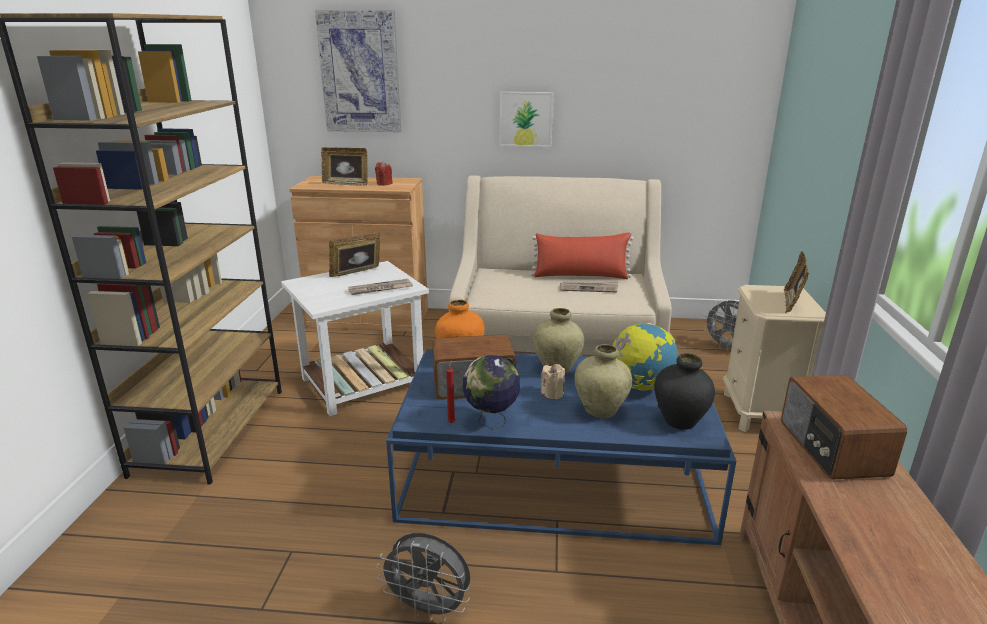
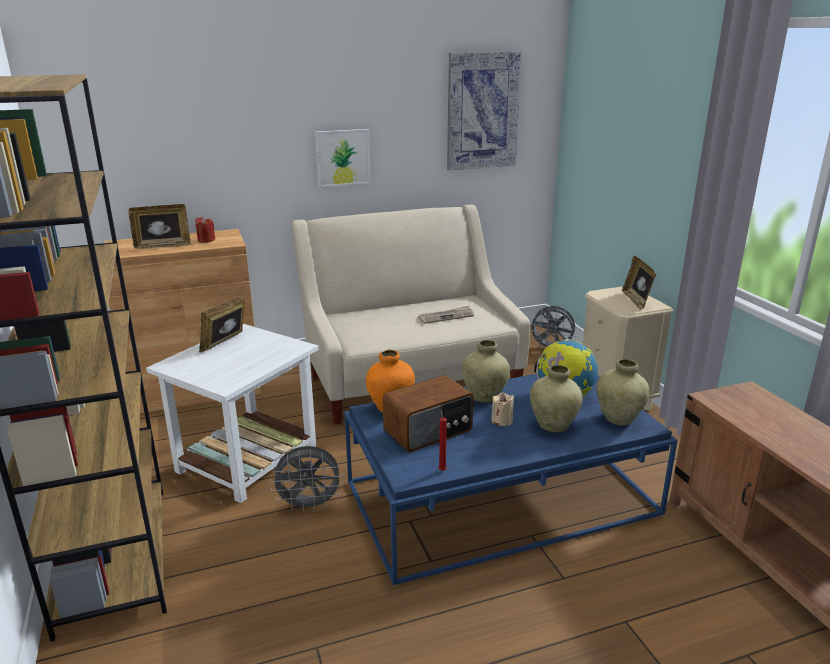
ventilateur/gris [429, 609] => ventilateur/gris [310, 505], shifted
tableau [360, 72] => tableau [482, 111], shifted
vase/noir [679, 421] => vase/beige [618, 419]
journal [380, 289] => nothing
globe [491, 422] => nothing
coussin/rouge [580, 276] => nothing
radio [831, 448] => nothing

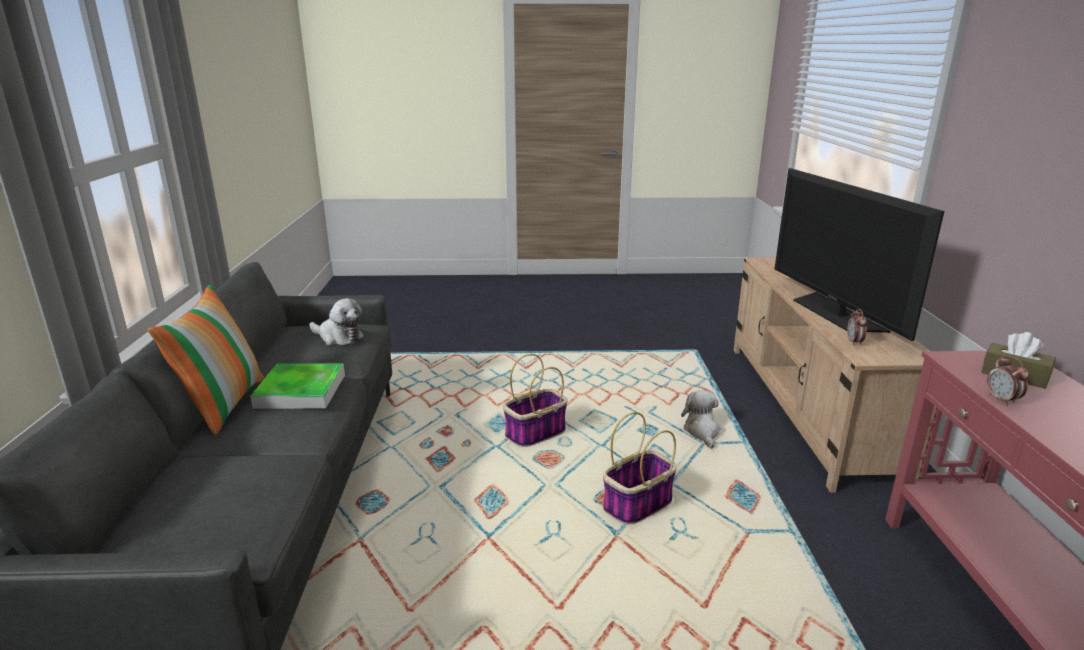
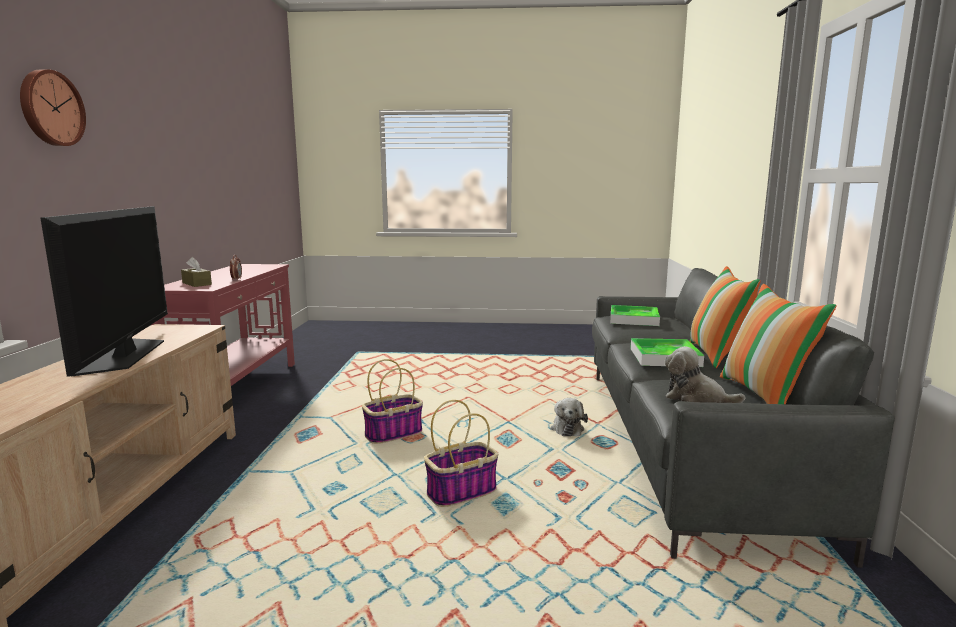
nothing => horloge murale [50, 108]
peluche [702, 432] => peluche [567, 429], shifted
nothing => plateau [633, 319]
nothing => coussin [765, 395]
réveil [854, 342] => nothing

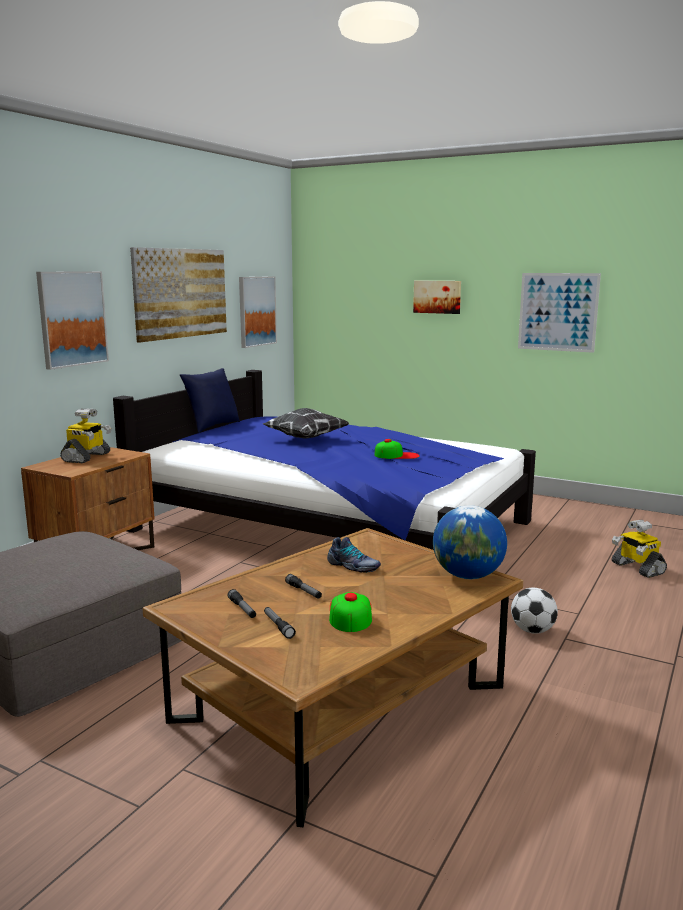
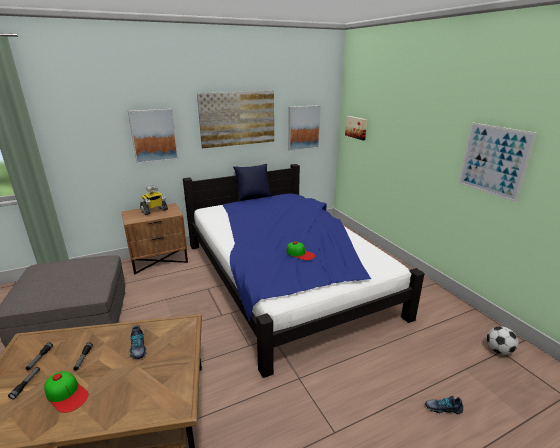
casquette [350, 613] => casquette [66, 394], 90 degrees clockwise
tableau [437, 297] => tableau [356, 127], shifted
robot jouet [637, 568] => chaussure [443, 408]
ballon de foot [532, 630] => ballon de foot [499, 350], shifted
coussin [306, 438] => nothing
globe [467, 576] => nothing

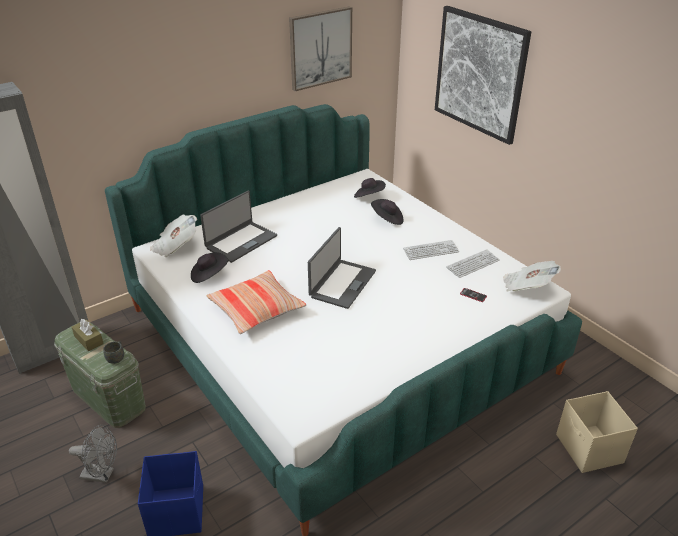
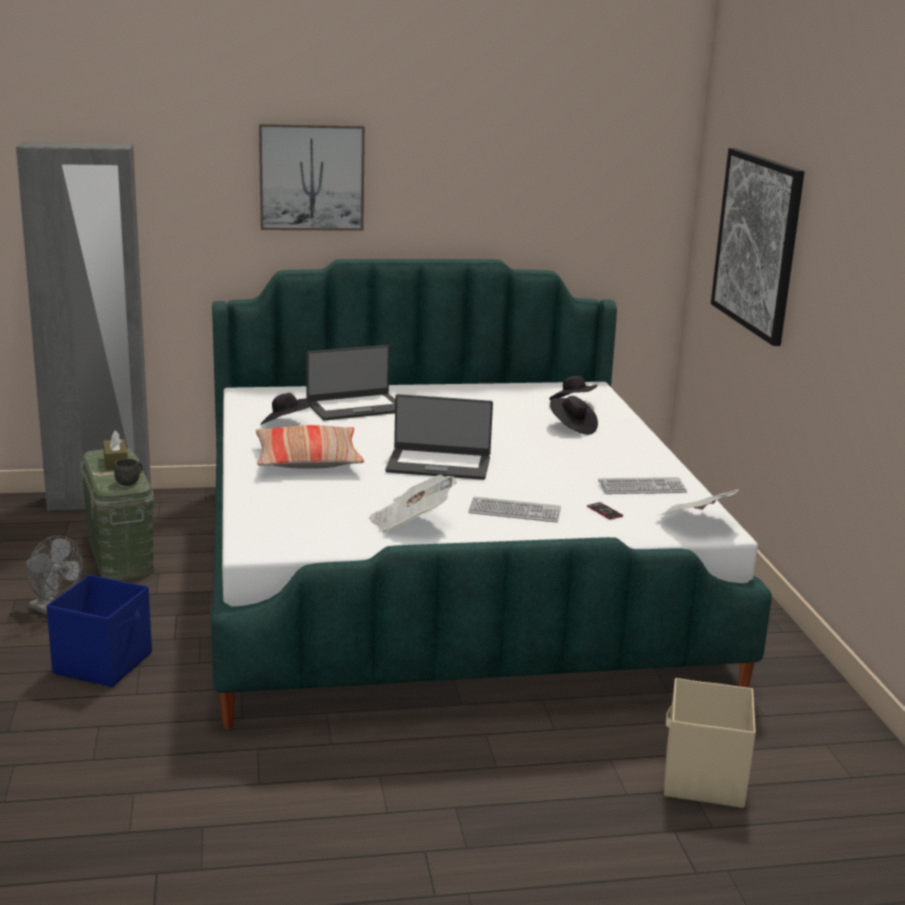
tableau [320, 48] => tableau [311, 177], shifted
journal [175, 246] => journal [410, 523], shifted
ordinateur portable [342, 283] => ordinateur portable [438, 464], 45 degrees clockwise
clavier [430, 251] => clavier [514, 511], shifted

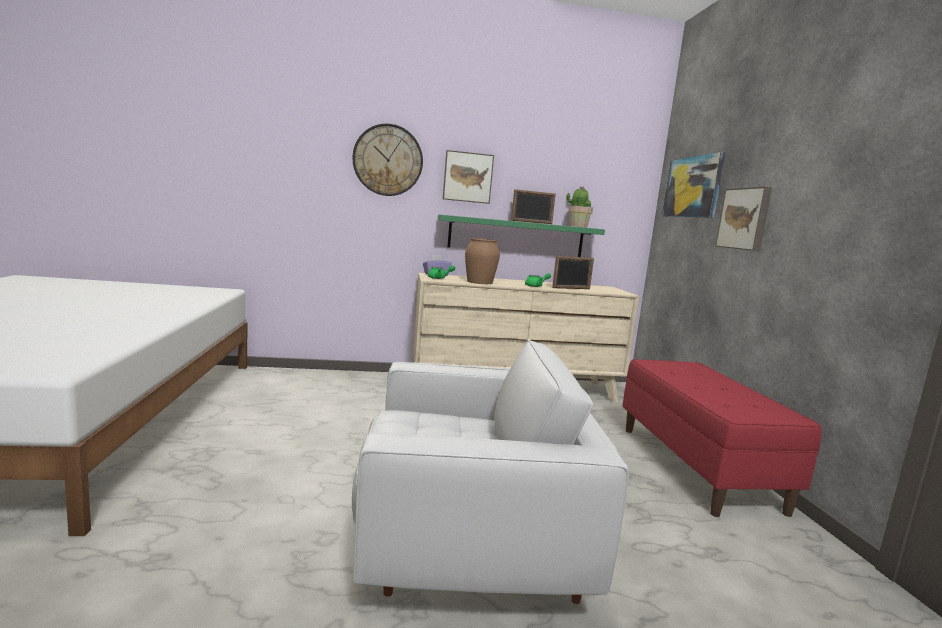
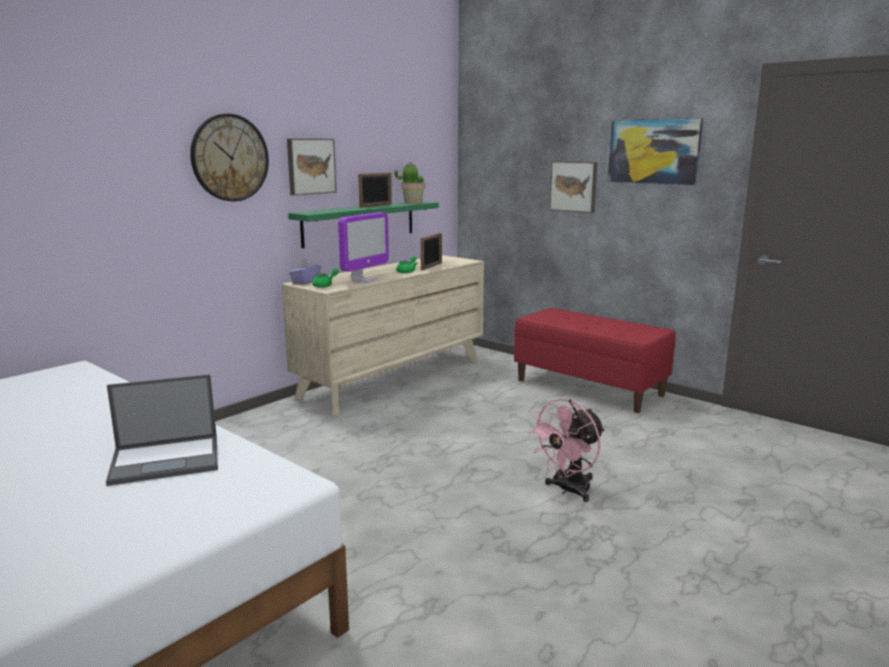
nothing => ordinateur portable [167, 459]
vase/marron [480, 282] => écran d'ordinateur [364, 280]
fauteuil/blanc [467, 544] => ventilateur/rose [568, 490]
tableau [692, 187] => tableau [653, 151], shifted

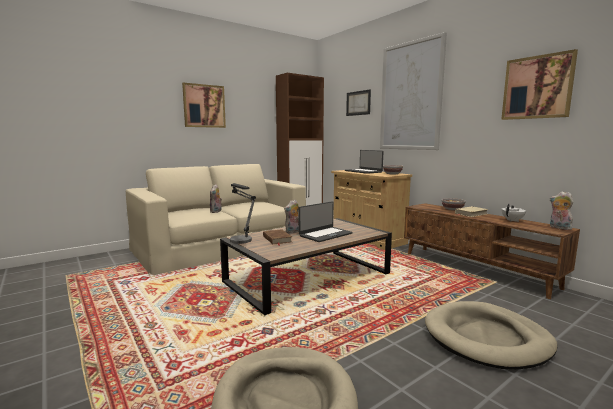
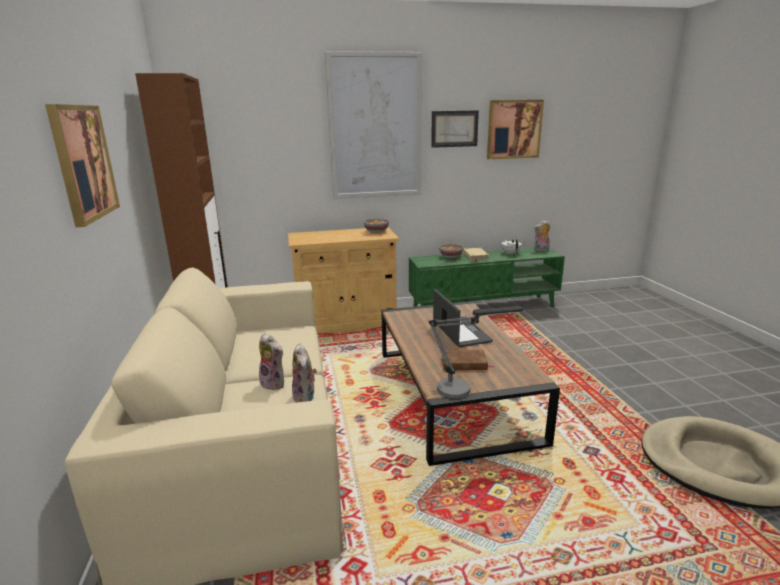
peluche [293, 232] => peluche [306, 397], shifted
meuble télé/marron [476, 269] => meuble télé/vert [483, 307]
tableau [358, 103] => tableau [454, 129], shifted
ordinateur portable [363, 171] => nothing
panier pour chien/beige [486, 338] => nothing

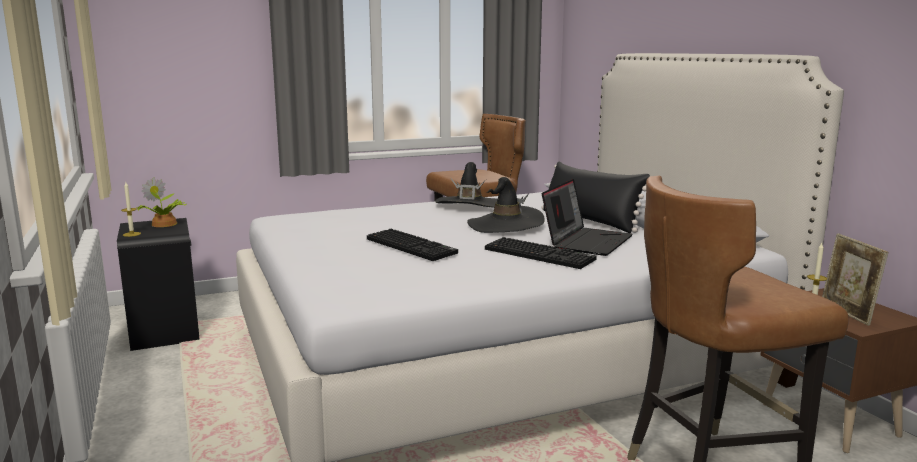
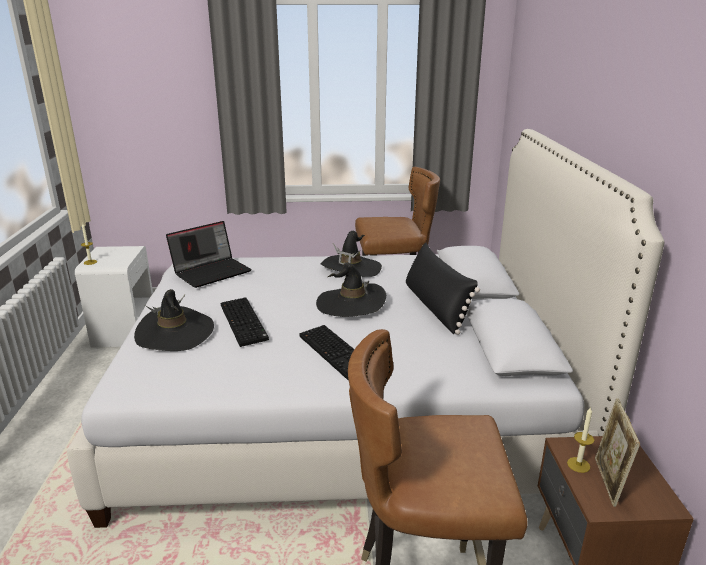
table de chevet/noir [165, 330] => table de chevet/blanc [125, 330]
nothing => chapeau/noir [175, 333]
ordinateur portable [586, 241] => ordinateur portable [212, 271], shifted
plante en pot [164, 224] => nothing

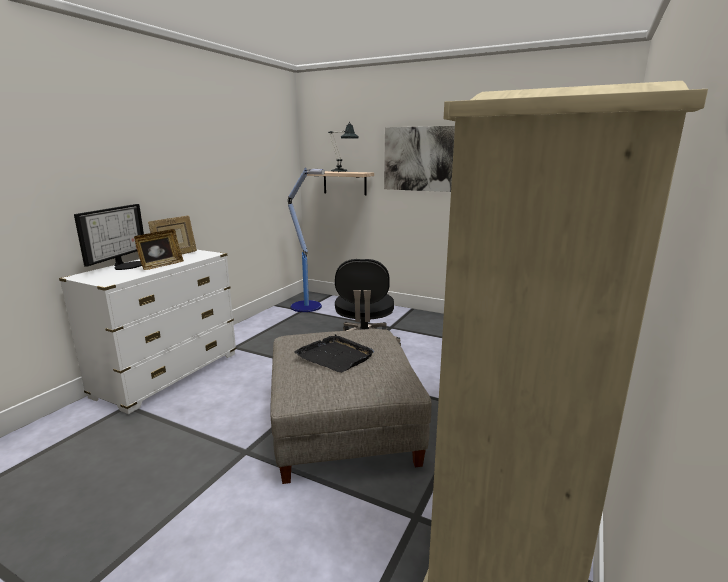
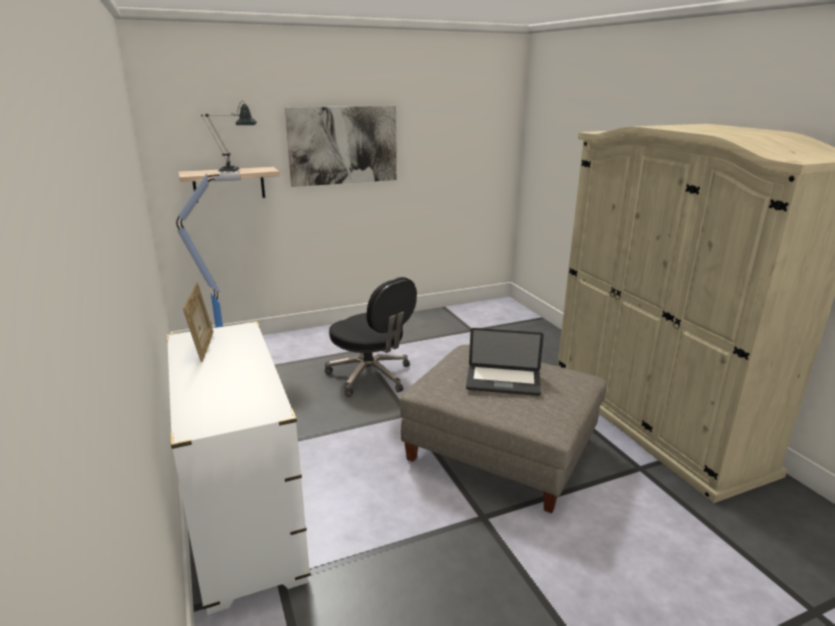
plateau/noir [335, 356] => ordinateur portable [503, 382]
écran d'ordinateur [126, 265] => nothing
cadre photo [161, 265] => nothing

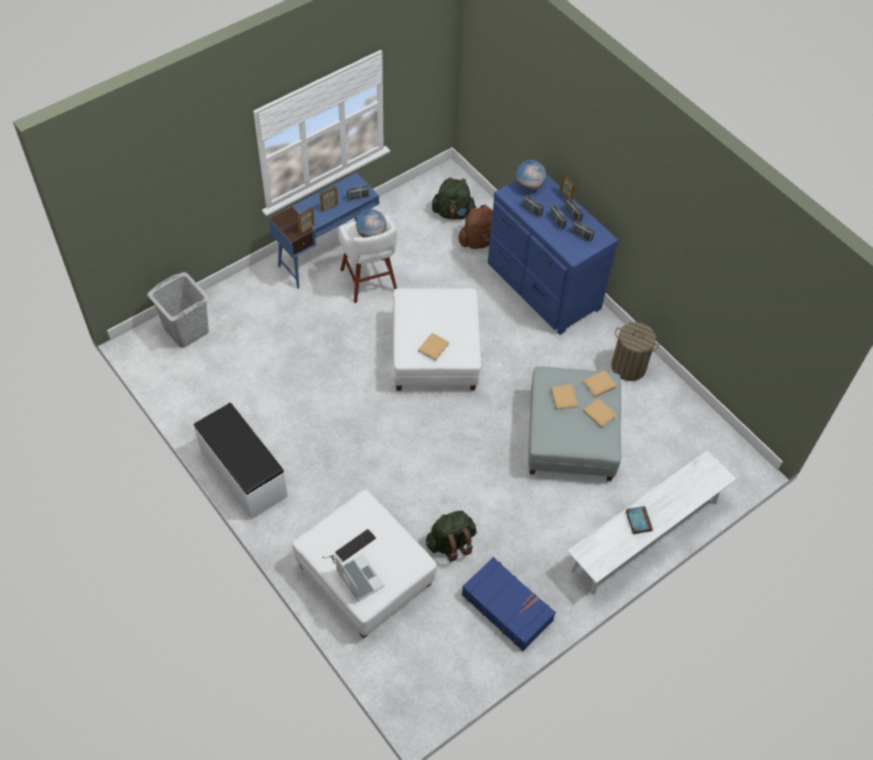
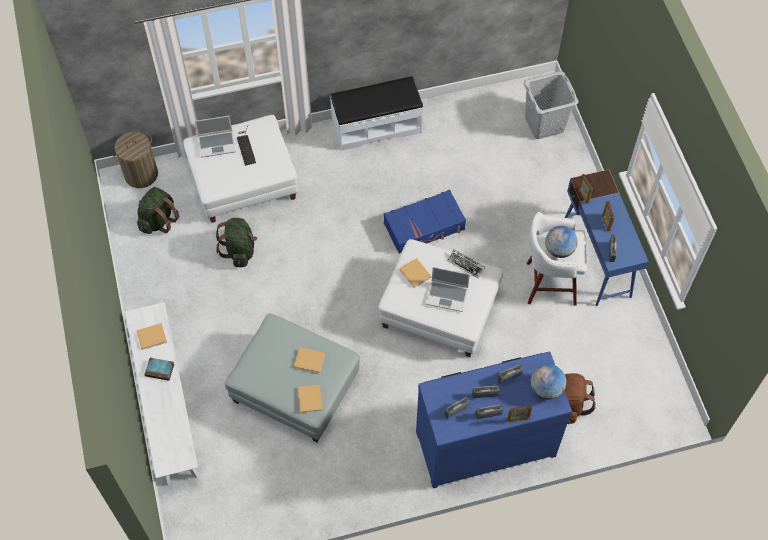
panier à linge [628, 367] => panier à linge [141, 174], shifted
livre/beige [599, 413] => livre/beige [152, 336], shifted
sac à dos/vert [453, 213] => sac à dos/vert [158, 220], shifted
valise/bleu [507, 607] => valise/bleu [424, 227], shifted
nothing => ordinateur portable [447, 296]
nothing => clavier [466, 264]

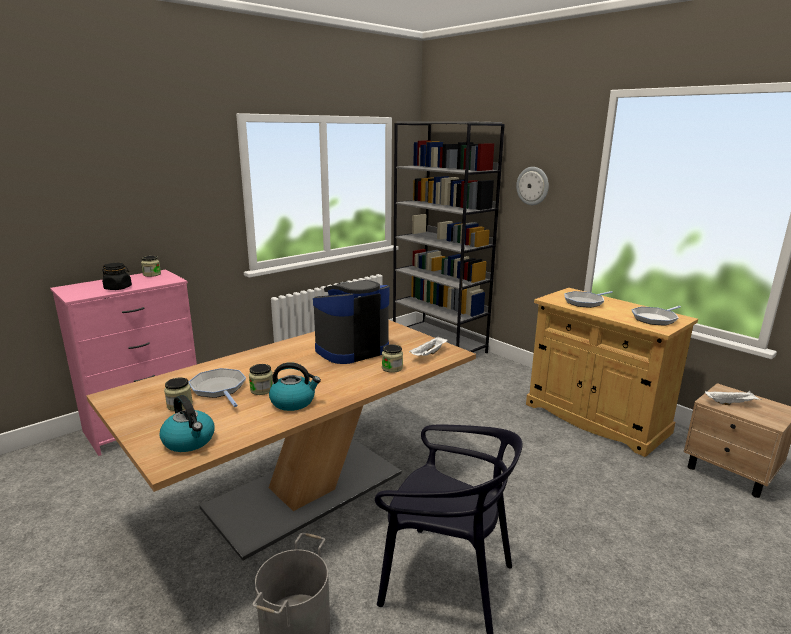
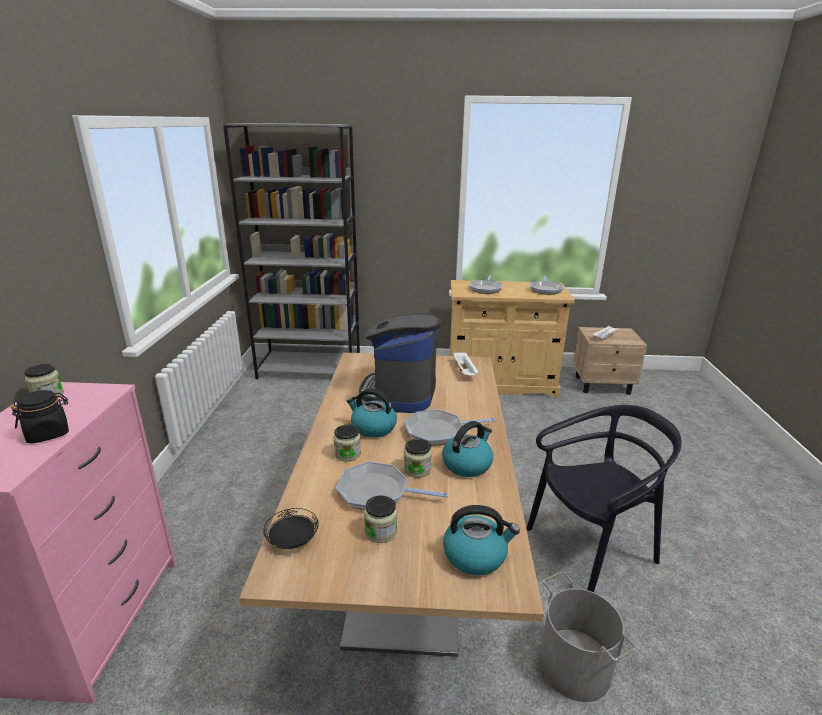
nothing => assiette/noir [292, 540]
bocal [392, 368] => bocal [347, 454], shifted
nothing => bouilloire [373, 427]
nothing => poêle [438, 431]
horloge murale [533, 186] => nothing

